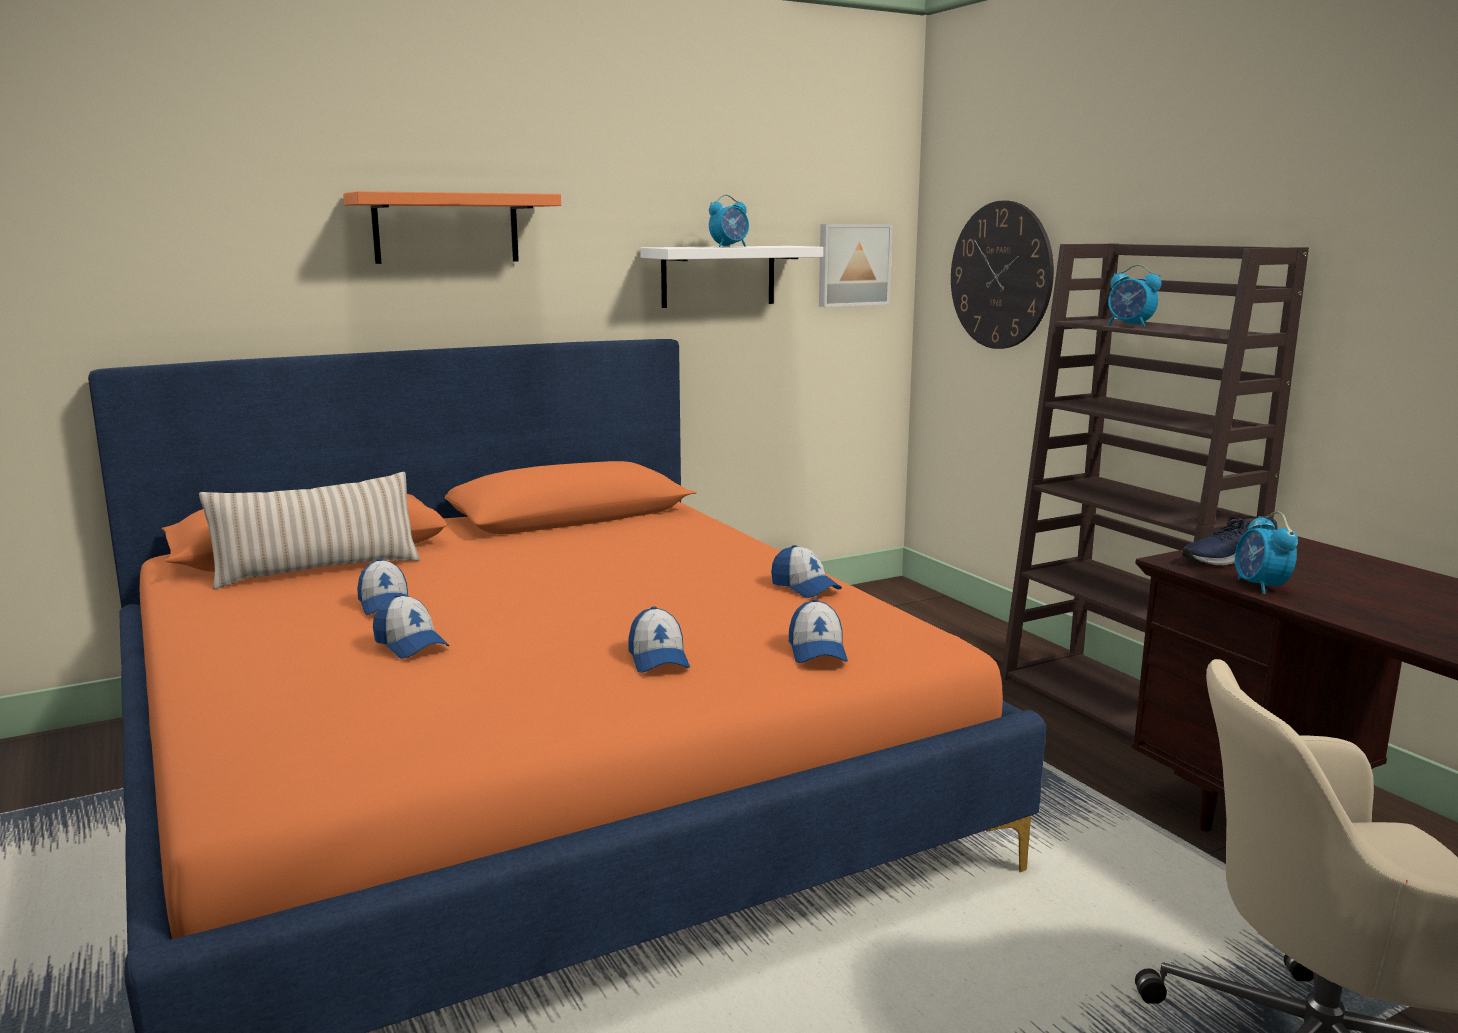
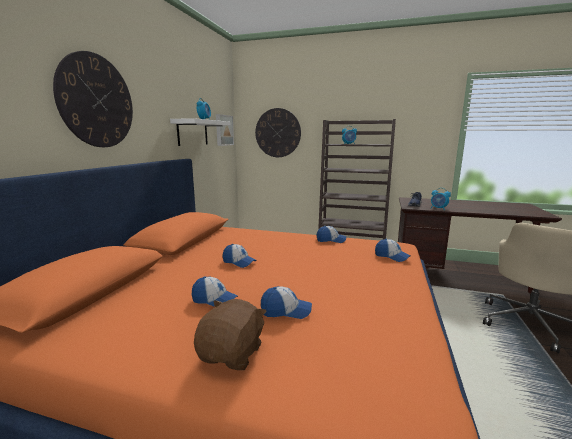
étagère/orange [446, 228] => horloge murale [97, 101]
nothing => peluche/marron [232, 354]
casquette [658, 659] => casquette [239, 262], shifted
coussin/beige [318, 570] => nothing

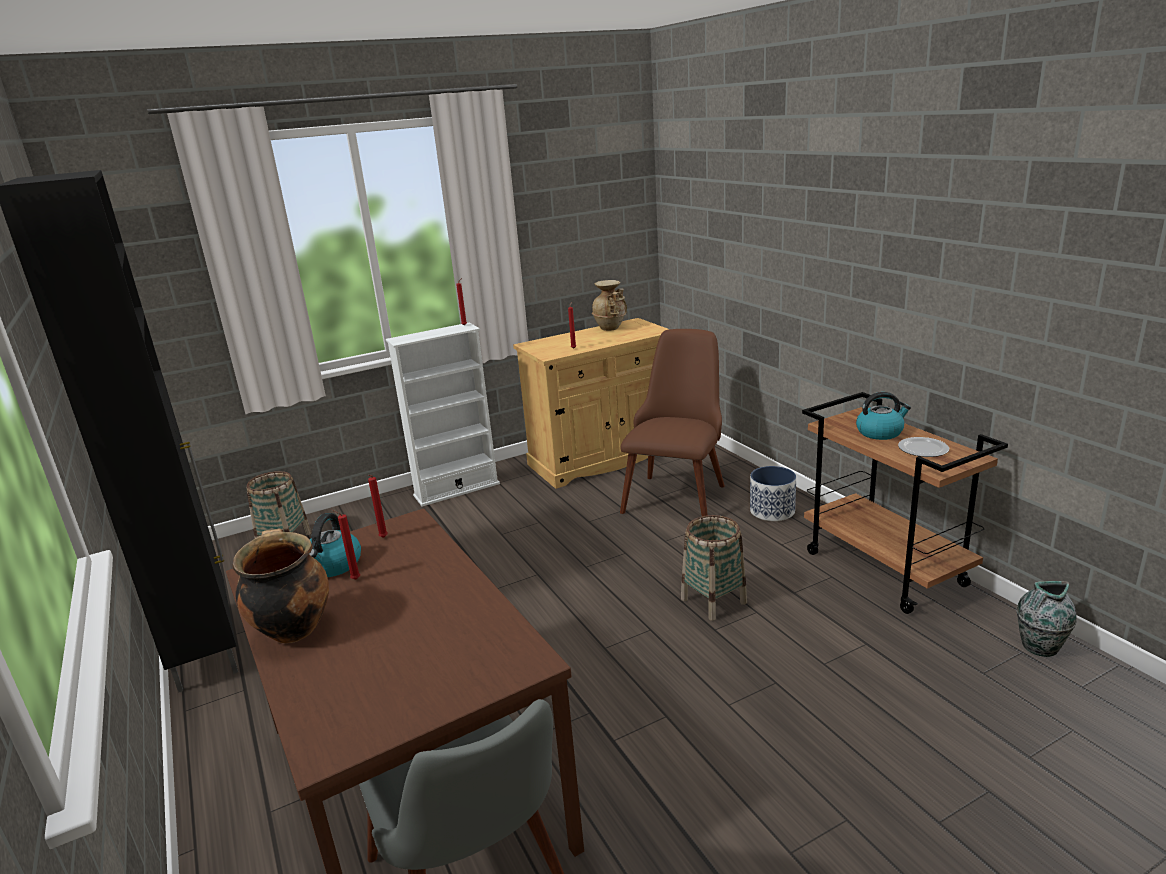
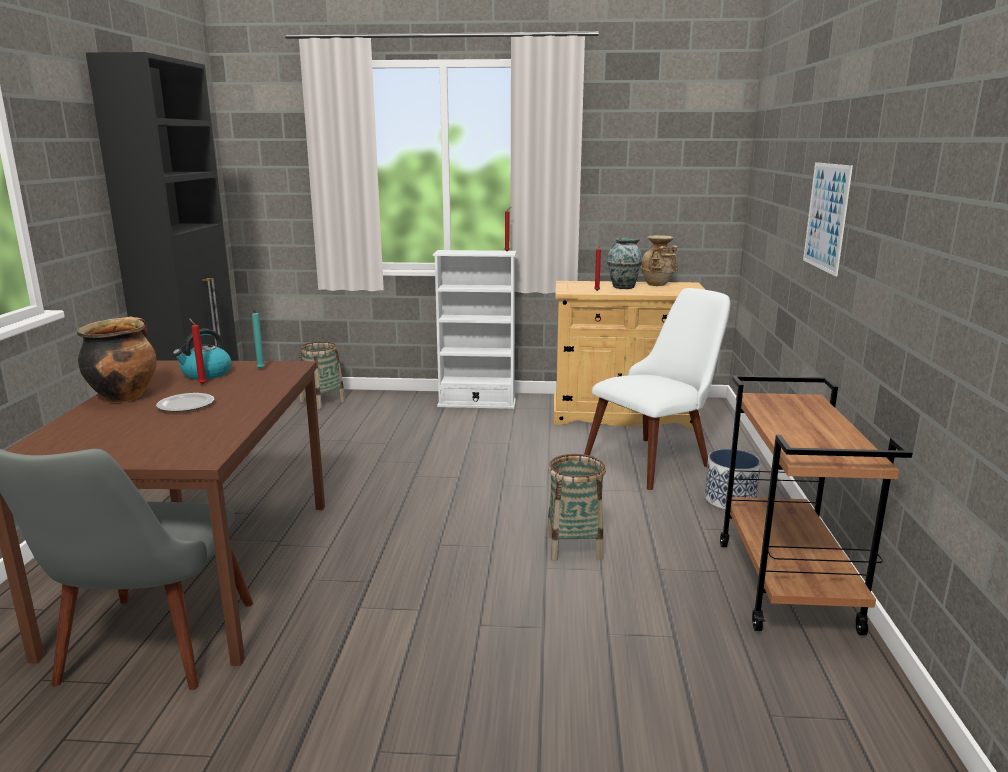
assiette [922, 449] => assiette [185, 405], shifted
bougie/rouge [383, 538] => bougie/turquoise [259, 369]
chaise/marron [678, 492] => chaise/blanc [657, 458]
vase [1039, 647] => vase [622, 287], shifted
nothing => tableau [826, 217]
bouilloire [880, 432] => nothing

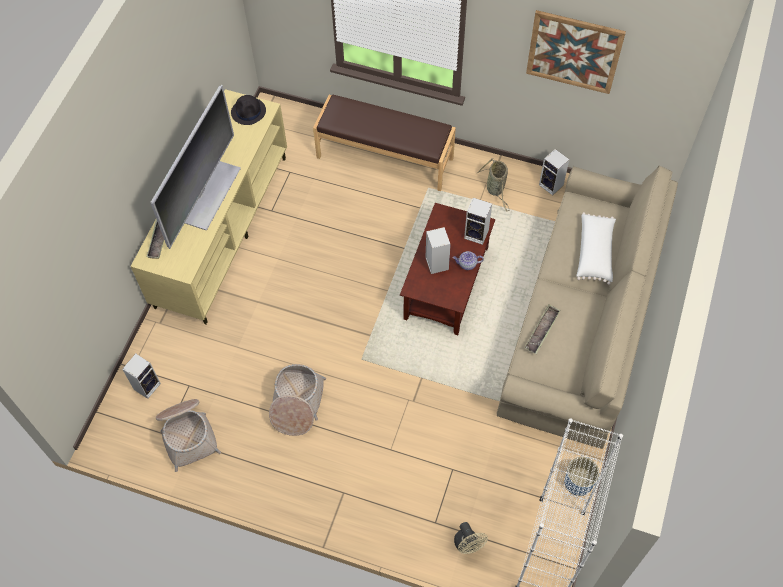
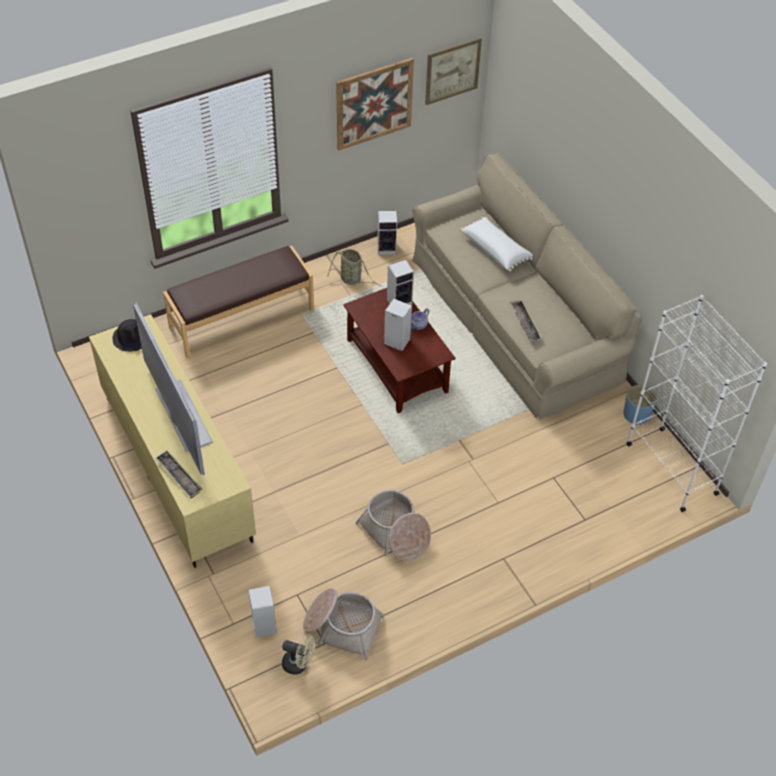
ventilateur/beige [468, 545] => ventilateur/beige [299, 664], shifted
nothing => tableau [452, 71]

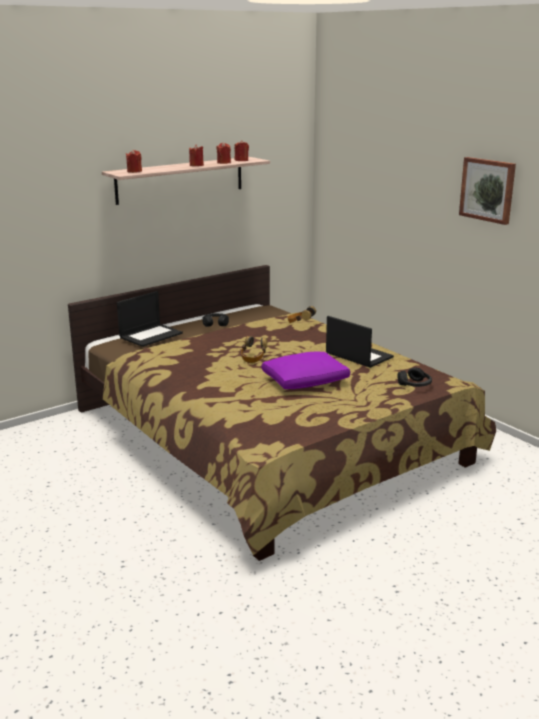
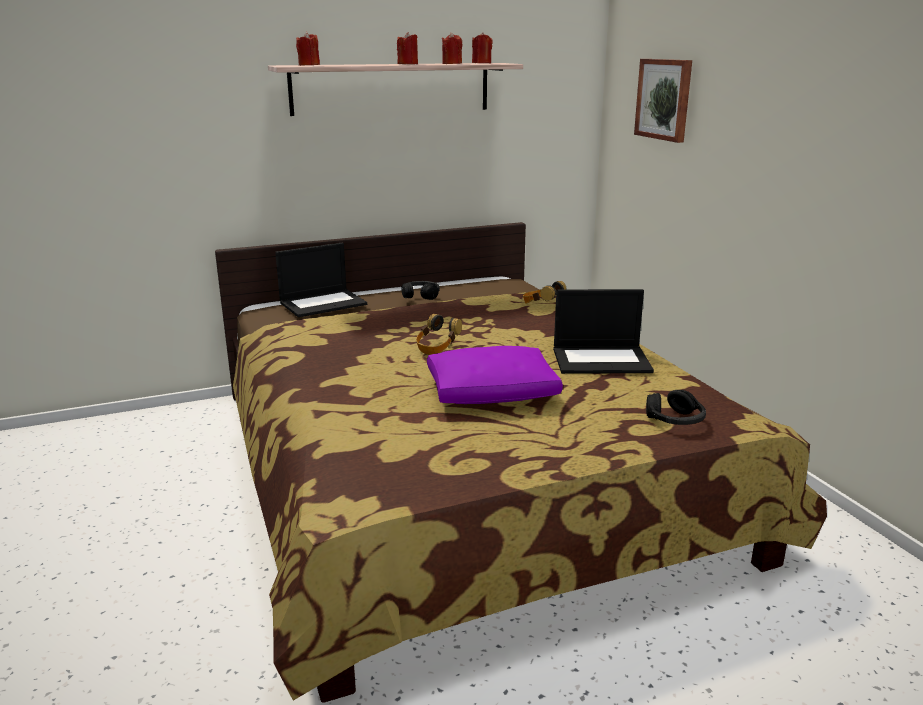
ordinateur portable [358, 355] => ordinateur portable [602, 360], 120 degrees clockwise
tableau [488, 190] => tableau [664, 99], shifted

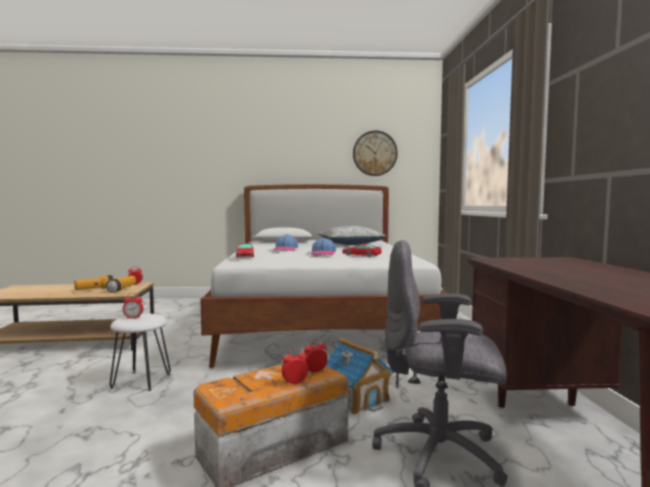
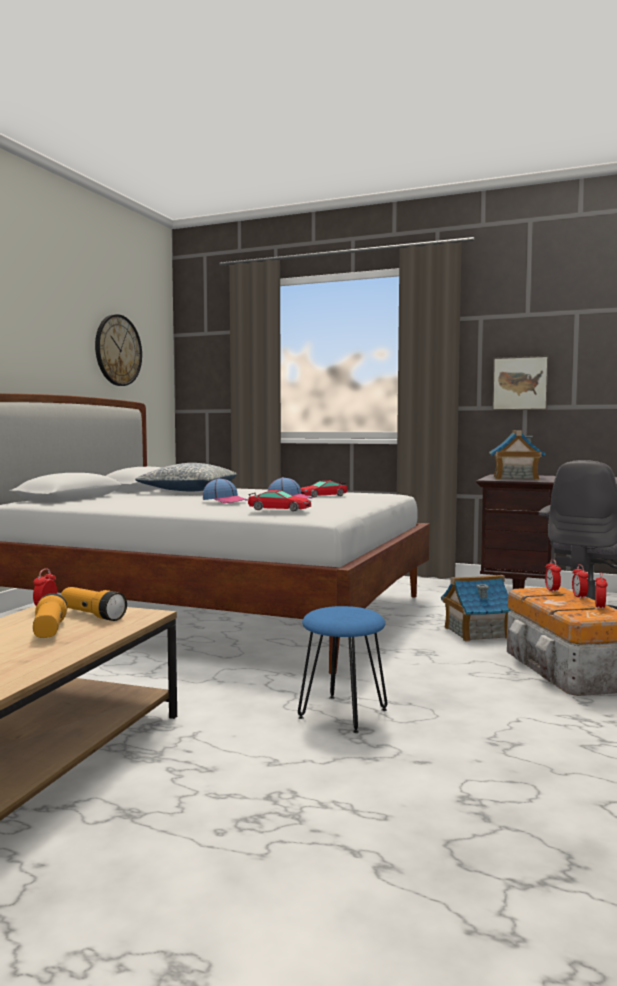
tabouret/blanc [141, 380] => tabouret/bleu [342, 713]
nothing => maison miniature [515, 478]
nothing => tableau [520, 383]
réveil [133, 318] => réveil [600, 607], shifted

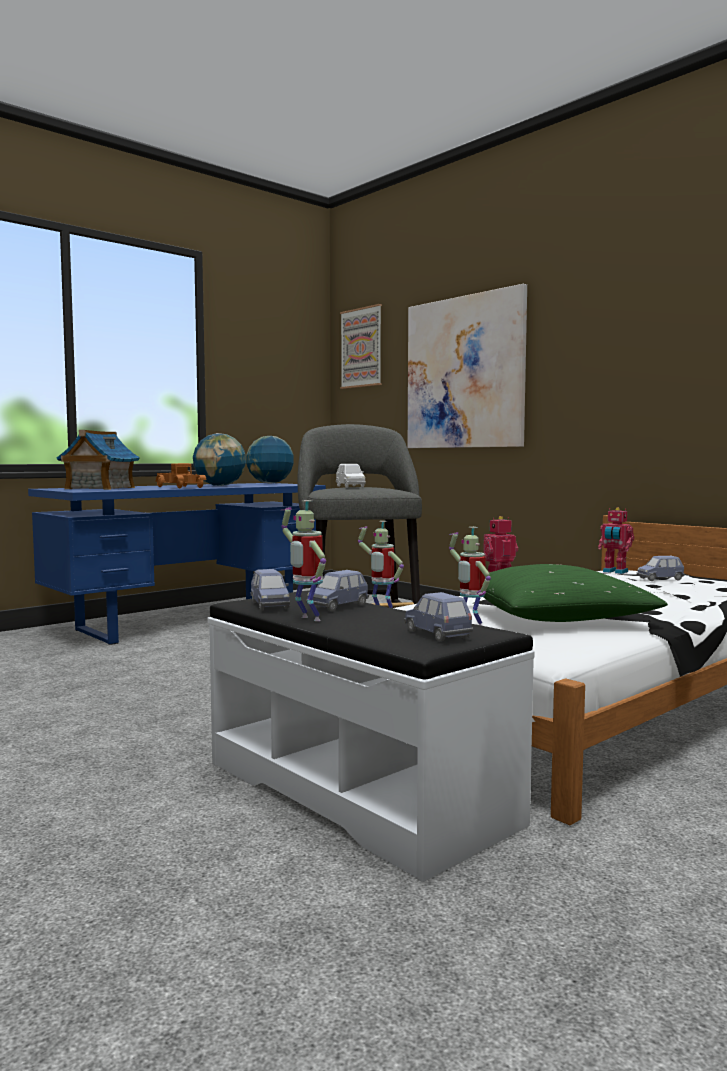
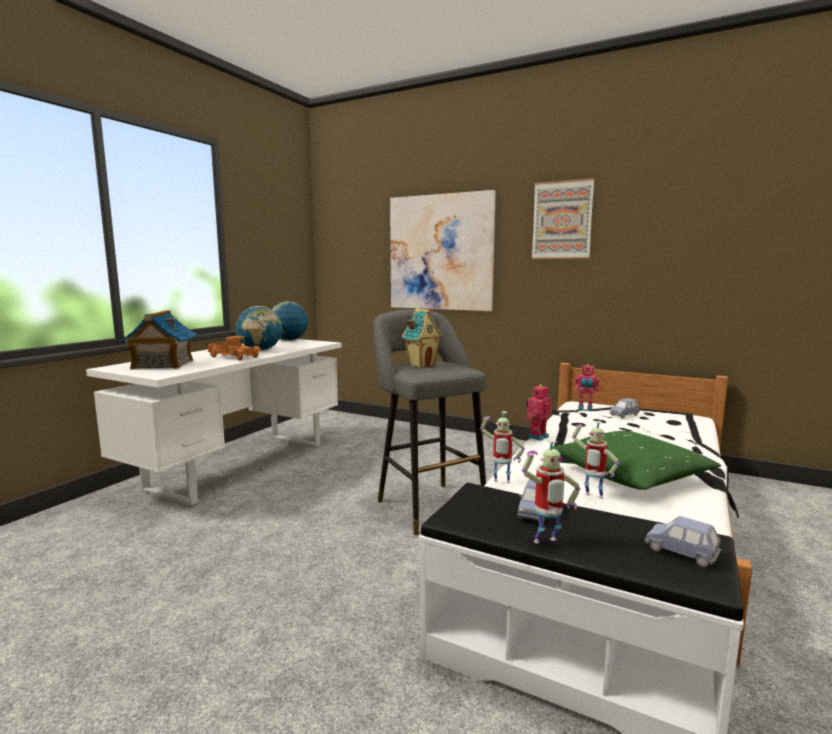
bureau/bleu [189, 621] => bureau/blanc [240, 465]
petite voiture/blanc [350, 486] => maison miniature [422, 365]
robot jouet [306, 619] => robot jouet [546, 542], 45 degrees counterclockwise
tableau [361, 348] => tableau [562, 220], shifted
petite voiture/bleu [269, 606] => nothing

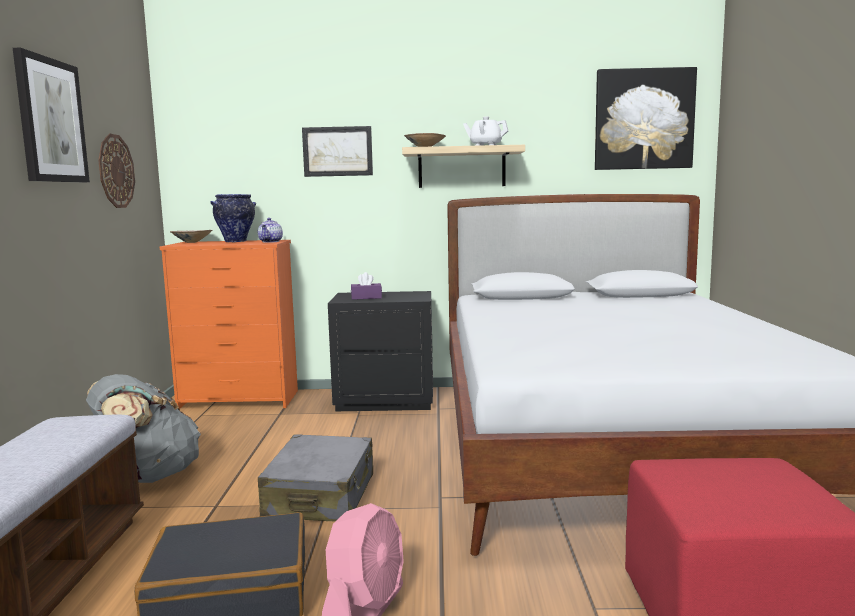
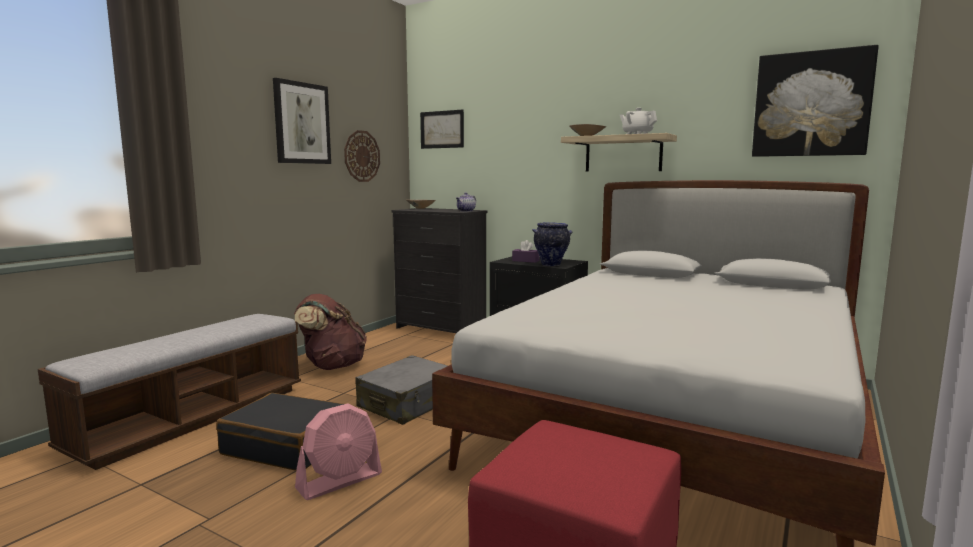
sac à dos/gris [148, 476] => sac à dos/marron [332, 366]
commode/orange [240, 400] => commode/noir [441, 329]
tableau [337, 151] => tableau [442, 129], shifted
vase [236, 241] => vase [551, 265], shifted

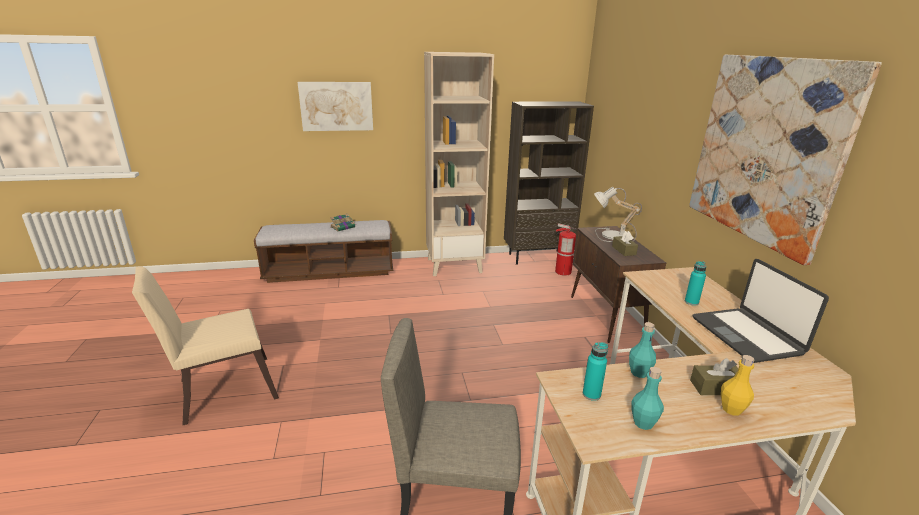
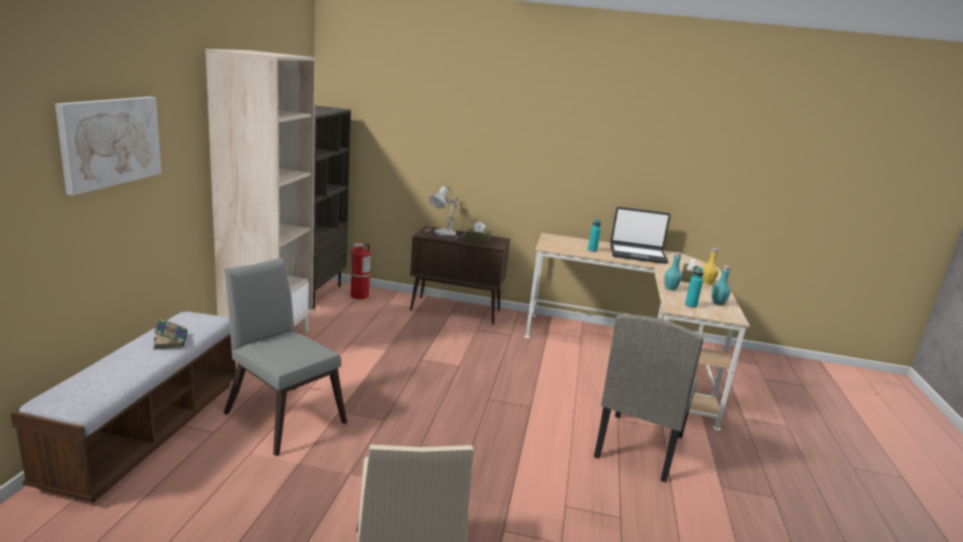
nothing => chaise/gris [282, 414]
tableau [766, 151] => nothing

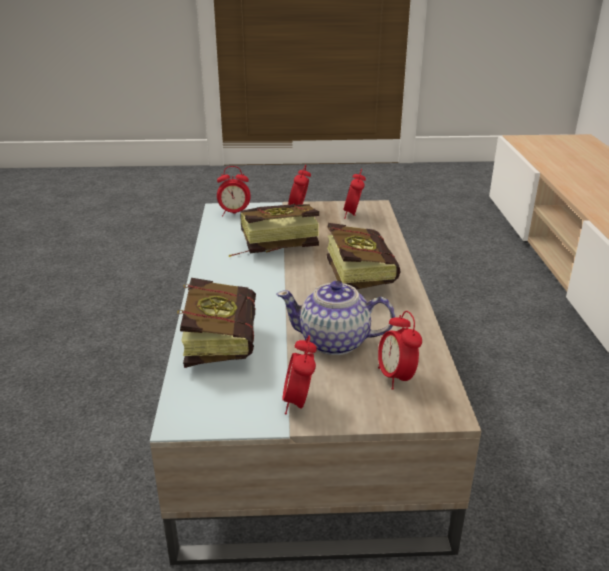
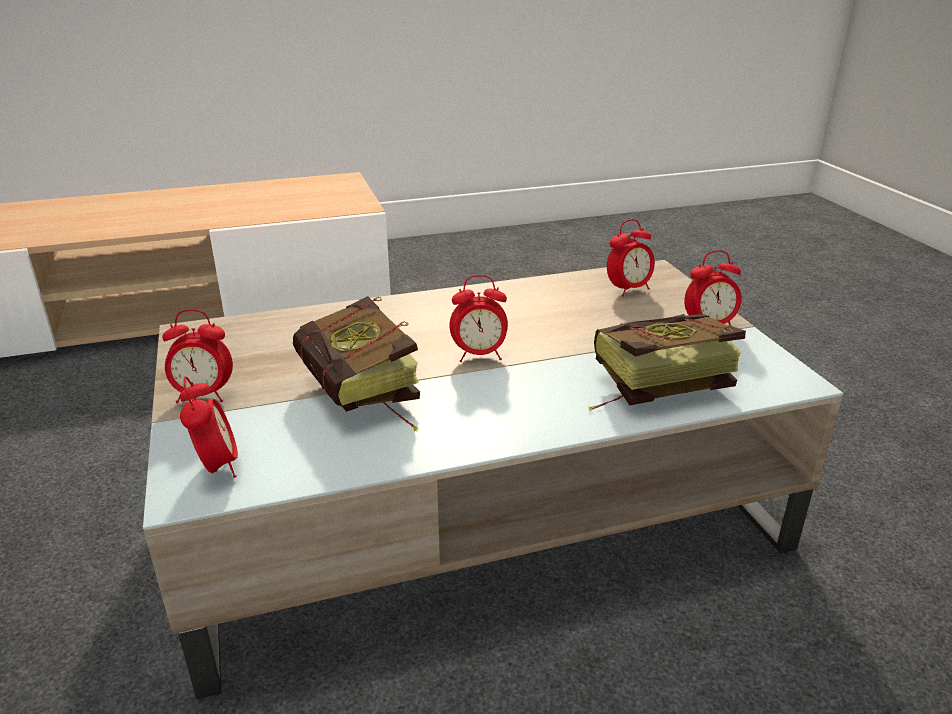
réveil [353, 215] => réveil [479, 355], shifted
théière [335, 342] => nothing
livre [357, 275] => nothing

